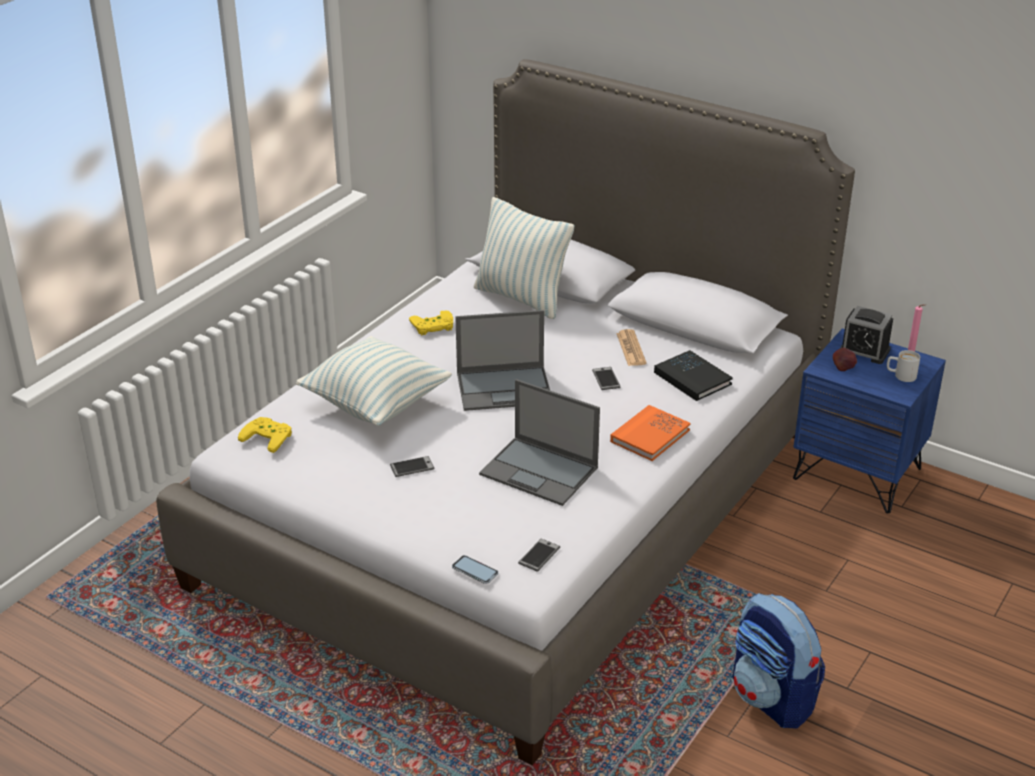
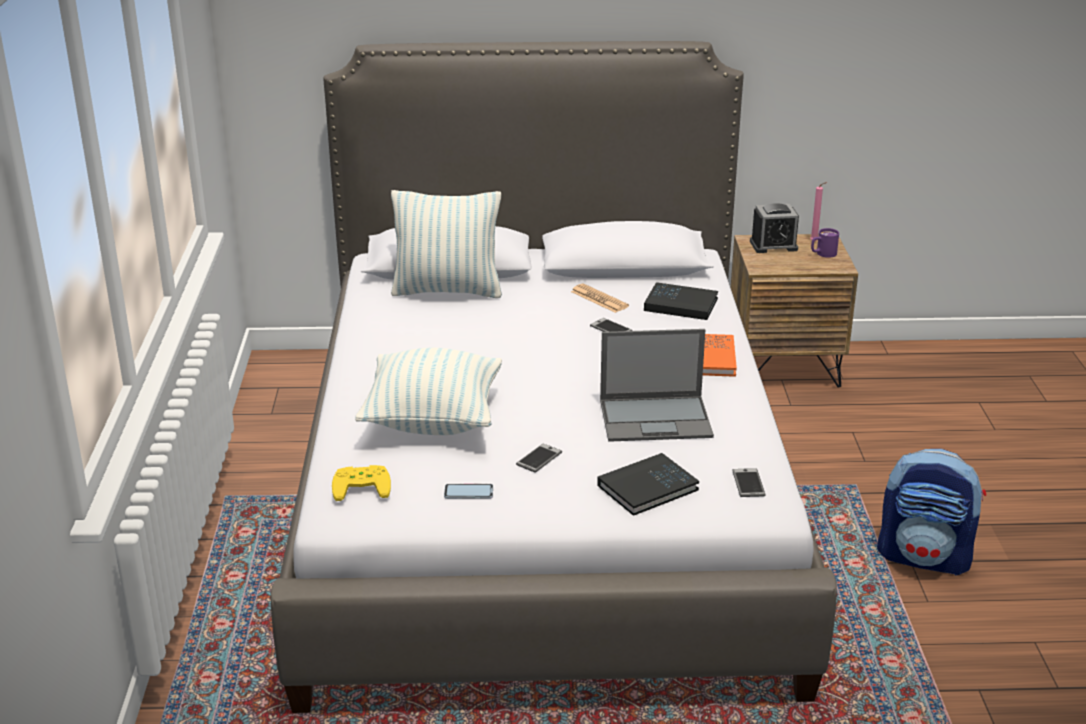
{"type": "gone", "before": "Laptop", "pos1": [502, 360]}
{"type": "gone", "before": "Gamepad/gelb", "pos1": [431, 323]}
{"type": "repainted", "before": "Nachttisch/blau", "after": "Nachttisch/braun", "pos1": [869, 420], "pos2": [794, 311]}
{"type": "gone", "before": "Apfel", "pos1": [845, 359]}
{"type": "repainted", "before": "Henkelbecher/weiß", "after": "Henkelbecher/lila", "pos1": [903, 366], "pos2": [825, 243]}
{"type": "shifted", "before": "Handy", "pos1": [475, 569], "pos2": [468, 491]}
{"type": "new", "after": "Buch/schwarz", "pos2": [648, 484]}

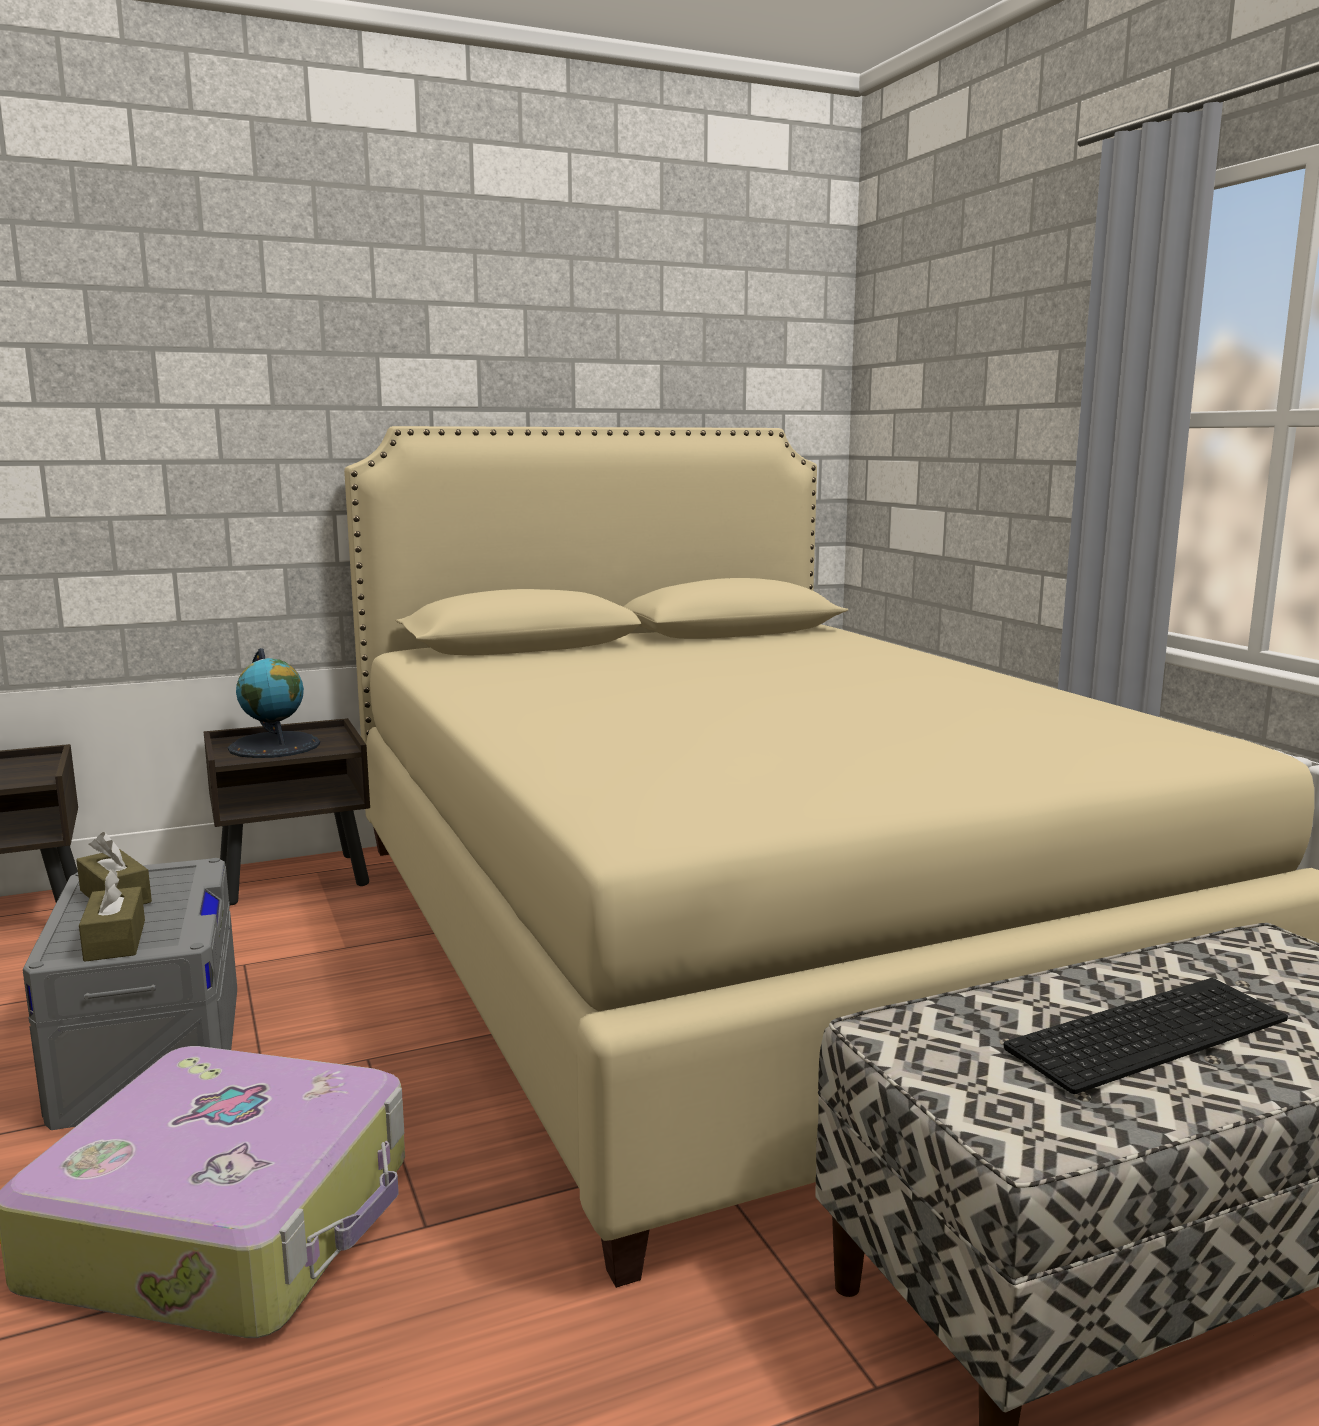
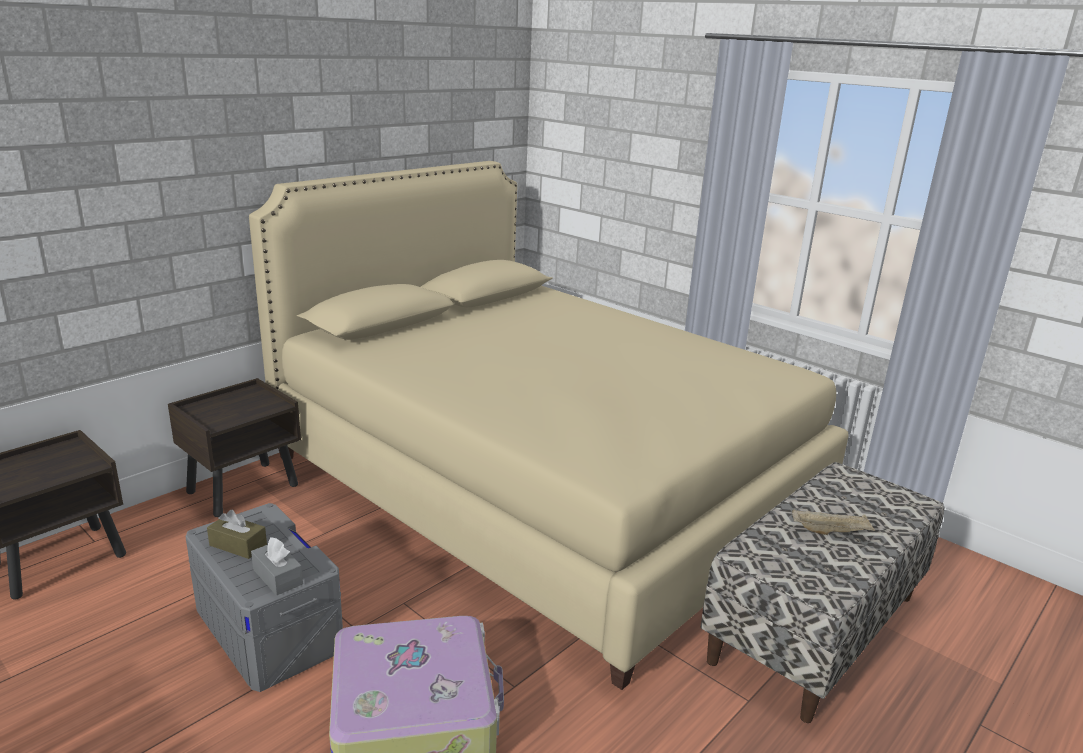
{"type": "gone", "before": "Globus", "pos1": [274, 703]}
{"type": "repainted", "before": "Taschentuchbox/braun", "after": "Taschentuchbox/grau", "pos1": [112, 915], "pos2": [277, 566]}
{"type": "swapped", "before": "Tastatur", "after": "Tablett/beige", "pos1": [1146, 1036], "pos2": [834, 522]}

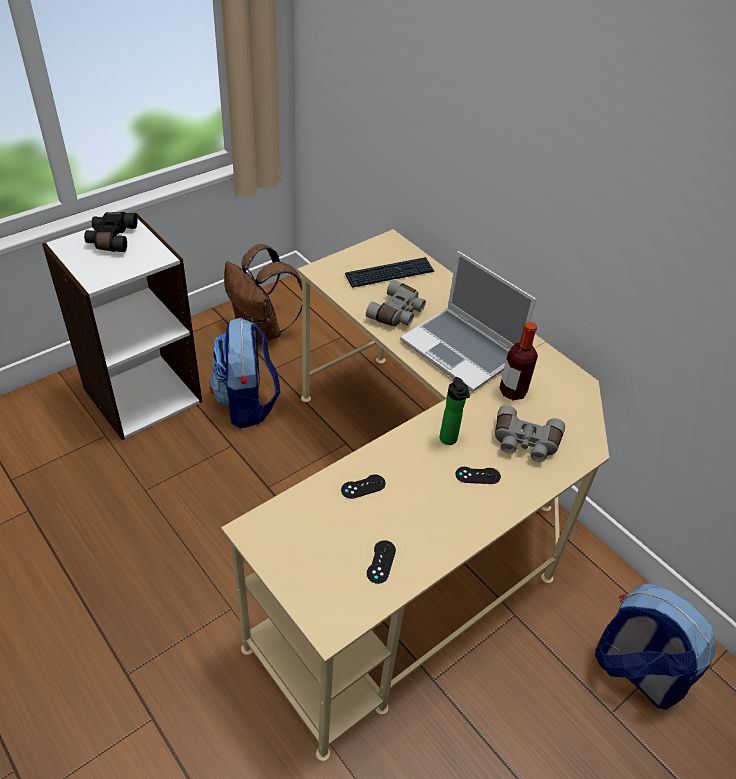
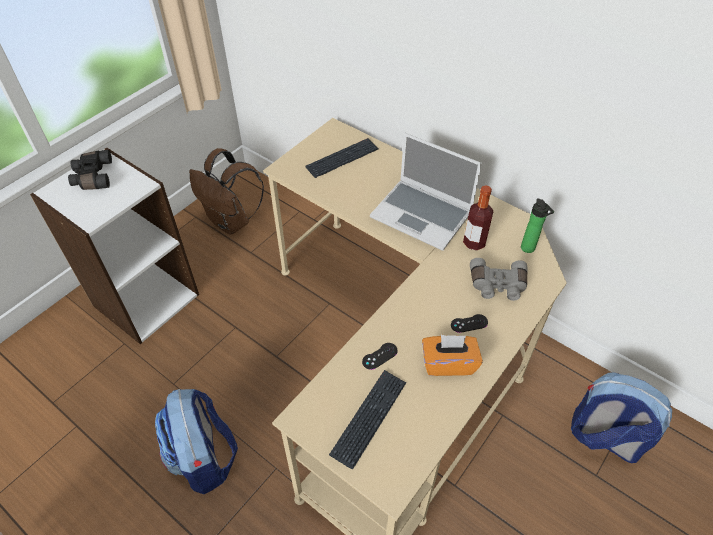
{"type": "gone", "before": "Fernglas/grau", "pos1": [396, 303]}
{"type": "shifted", "before": "Rucksack", "pos1": [245, 373], "pos2": [196, 441]}
{"type": "shifted", "before": "Flasche", "pos1": [455, 411], "pos2": [537, 225]}
{"type": "gone", "before": "Gamepad/schwarz", "pos1": [381, 562]}
{"type": "new", "after": "Taschentuchbox/orange", "pos2": [452, 355]}
{"type": "new", "after": "Tastatur", "pos2": [367, 419]}

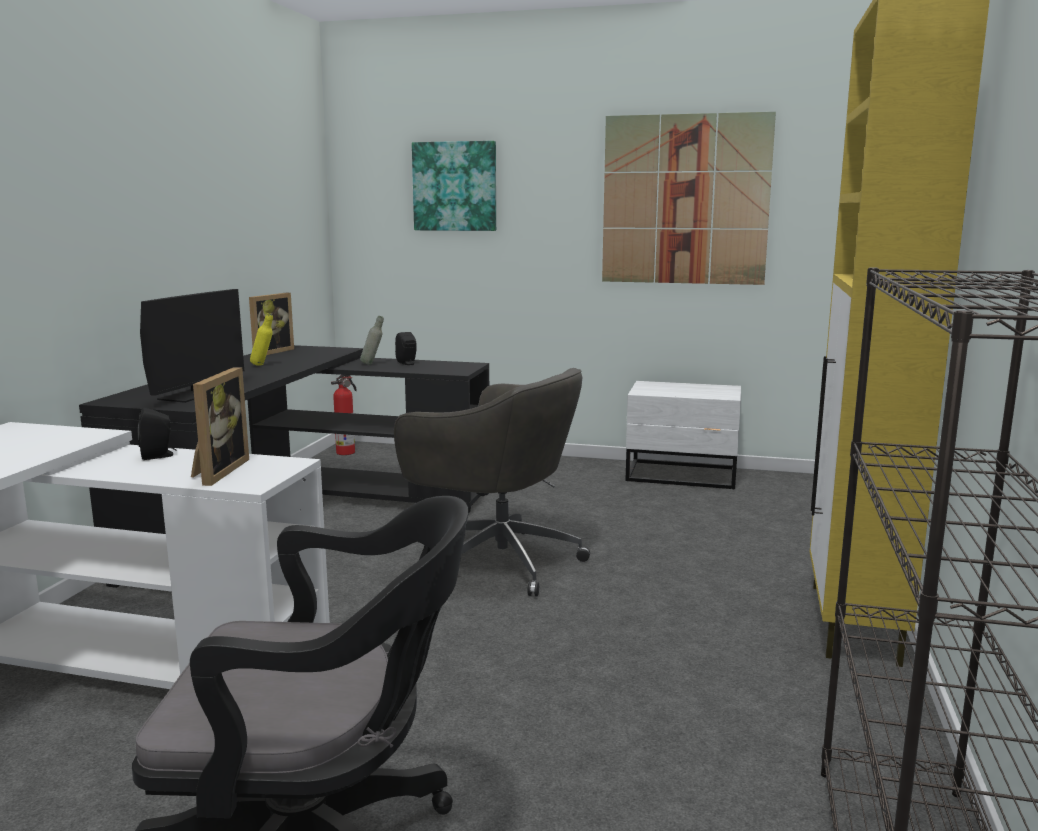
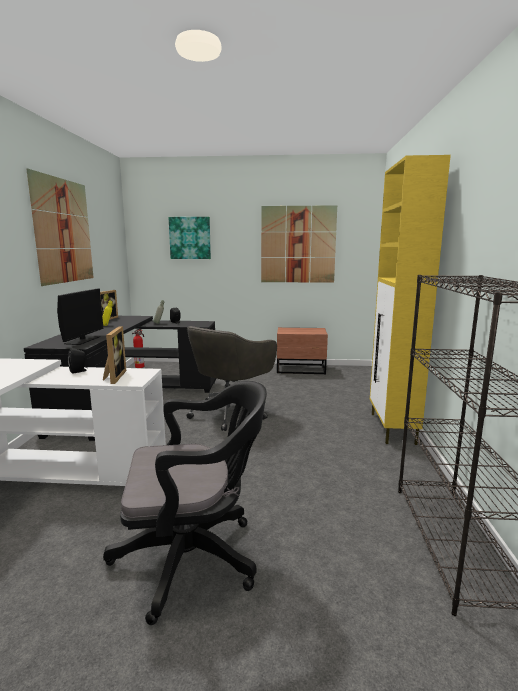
{"type": "rotated", "before": "Bürostuhl/grau", "pos1": [492, 482], "pos2": [231, 378], "turn": 105}
{"type": "repainted", "before": "Nachttisch/weiß", "after": "Nachttisch/braun", "pos1": [683, 435], "pos2": [302, 350]}
{"type": "new", "after": "Bild", "pos2": [60, 227]}

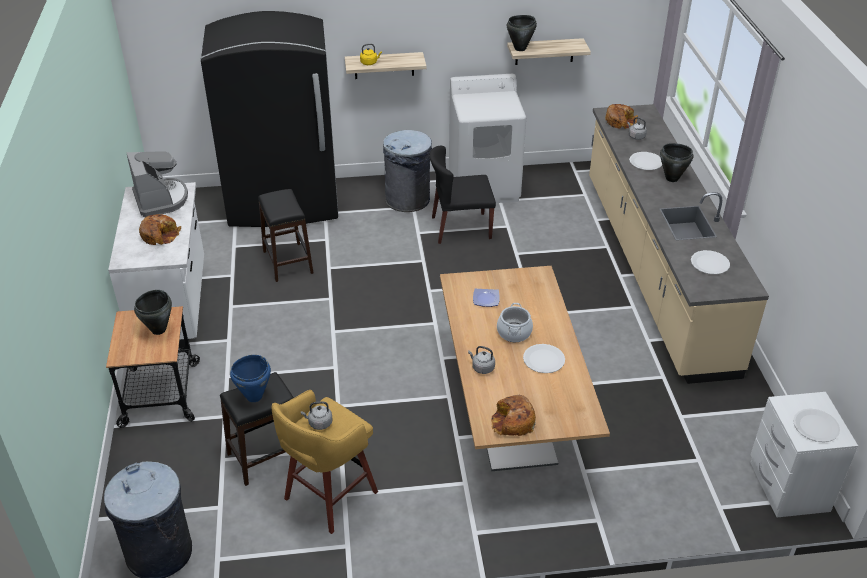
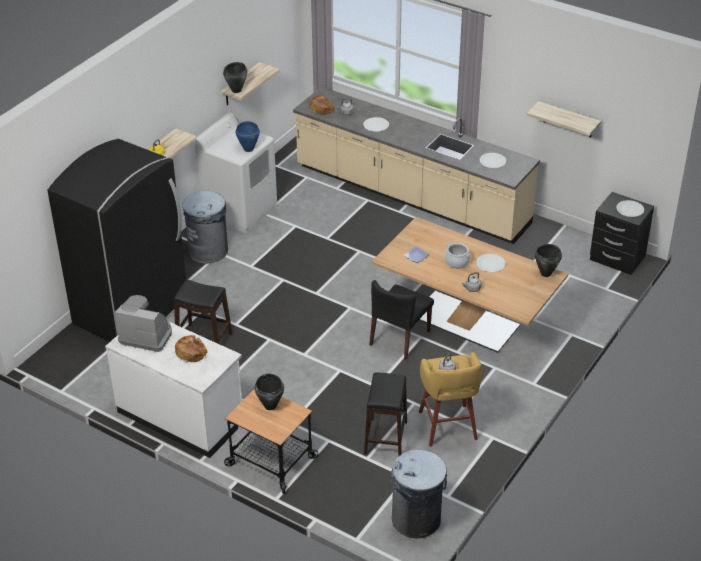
{"type": "shifted", "before": "Kochtopf/schwarz", "pos1": [676, 162], "pos2": [548, 260]}
{"type": "shifted", "before": "Stuhl/schwarz", "pos1": [462, 195], "pos2": [401, 320]}
{"type": "shifted", "before": "Kochtopf/blau", "pos1": [250, 378], "pos2": [248, 136]}
{"type": "repainted", "before": "Nachttisch/weiß", "after": "Nachttisch/schwarz", "pos1": [804, 455], "pos2": [622, 233]}
{"type": "gone", "before": "Brot", "pos1": [513, 415]}
{"type": "new", "after": "Wandregal", "pos2": [563, 119]}

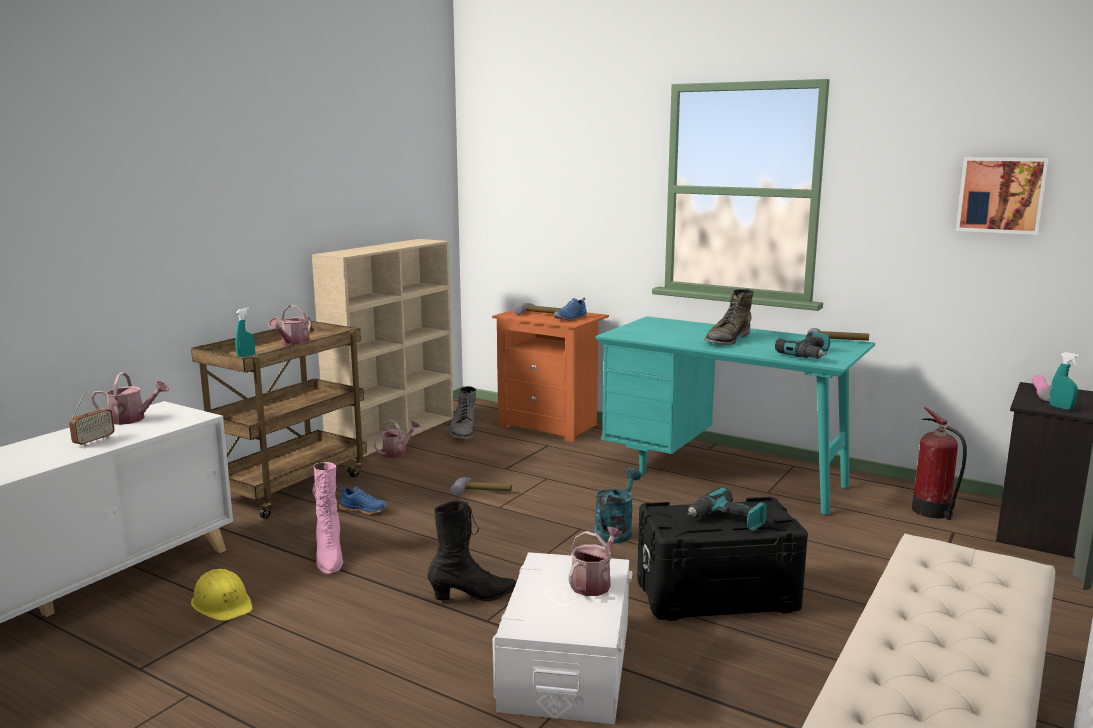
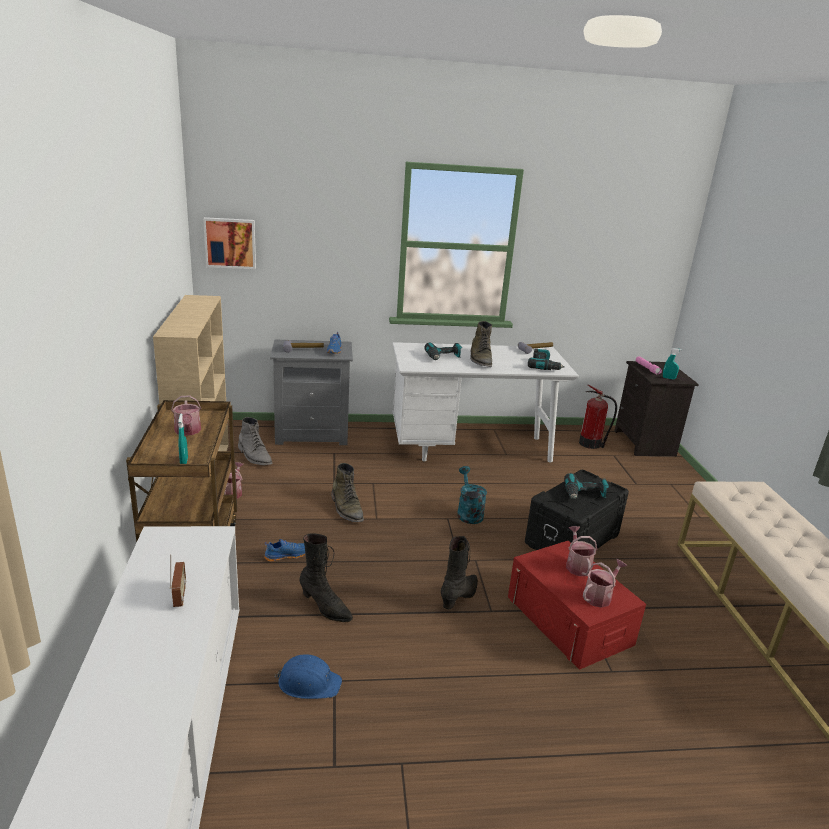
{"type": "shifted", "before": "Bild", "pos1": [1002, 196], "pos2": [229, 243]}
{"type": "repainted", "before": "Nachttisch/orange", "after": "Nachttisch/grau", "pos1": [550, 376], "pos2": [311, 392]}
{"type": "repainted", "before": "Schreibtisch/türkis", "after": "Schreibtisch/weiß", "pos1": [735, 415], "pos2": [486, 402]}
{"type": "shifted", "before": "Gießkanne", "pos1": [130, 398], "pos2": [605, 583]}
{"type": "repainted", "before": "Stiefel/rosa", "after": "Stiefel/schwarz", "pos1": [327, 518], "pos2": [326, 577]}
{"type": "swapped", "before": "Hammer", "after": "Stiefel/grün", "pos1": [481, 486], "pos2": [347, 492]}
{"type": "repainted", "before": "Aufbewahrungsbox/weiß", "after": "Aufbewahrungsbox/rot", "pos1": [562, 638], "pos2": [577, 605]}
{"type": "repainted", "before": "Schutzhelm/gelb", "after": "Schutzhelm/blau", "pos1": [221, 595], "pos2": [308, 676]}
{"type": "new", "after": "Bohrmaschine", "pos2": [443, 351]}

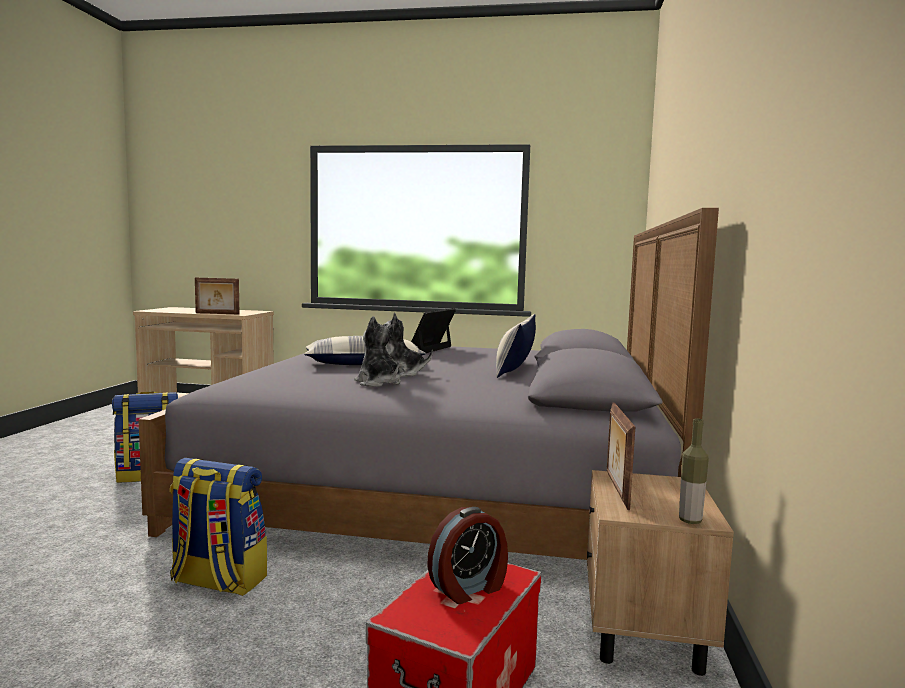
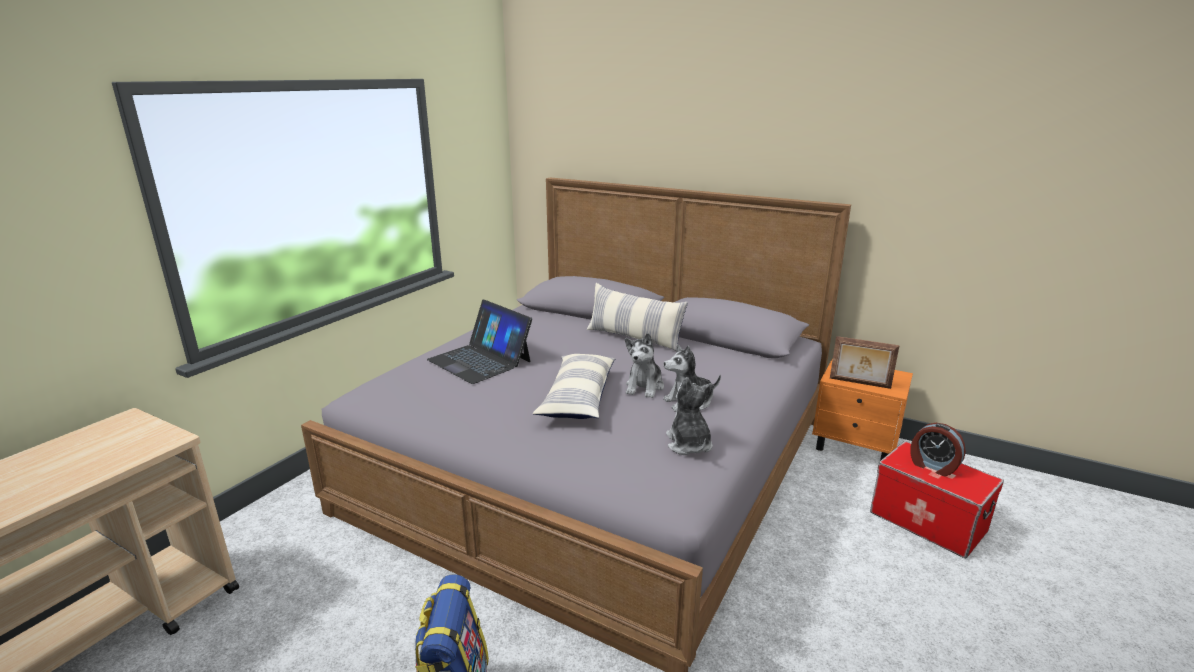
{"type": "gone", "before": "Bilderrahmen", "pos1": [217, 296]}
{"type": "gone", "before": "Flasche", "pos1": [694, 471]}
{"type": "gone", "before": "Rucksack", "pos1": [218, 527]}
{"type": "repainted", "before": "Nachttisch/beige", "after": "Nachttisch/orange", "pos1": [660, 573], "pos2": [862, 409]}
{"type": "rotated", "before": "Wecker", "pos1": [467, 555], "pos2": [938, 450], "turn": 150}
{"type": "new", "after": "Plüschtier", "pos2": [689, 416]}

